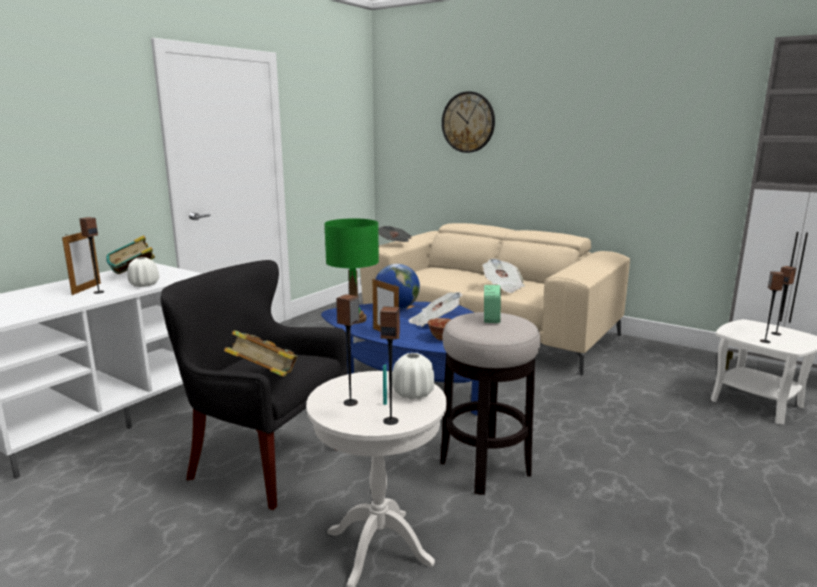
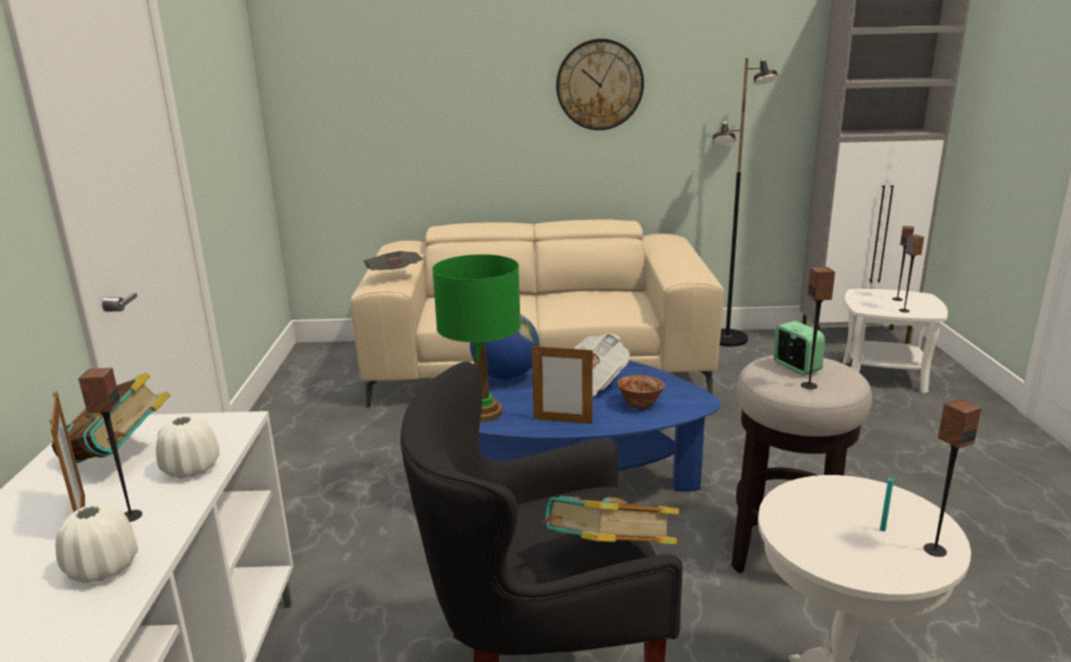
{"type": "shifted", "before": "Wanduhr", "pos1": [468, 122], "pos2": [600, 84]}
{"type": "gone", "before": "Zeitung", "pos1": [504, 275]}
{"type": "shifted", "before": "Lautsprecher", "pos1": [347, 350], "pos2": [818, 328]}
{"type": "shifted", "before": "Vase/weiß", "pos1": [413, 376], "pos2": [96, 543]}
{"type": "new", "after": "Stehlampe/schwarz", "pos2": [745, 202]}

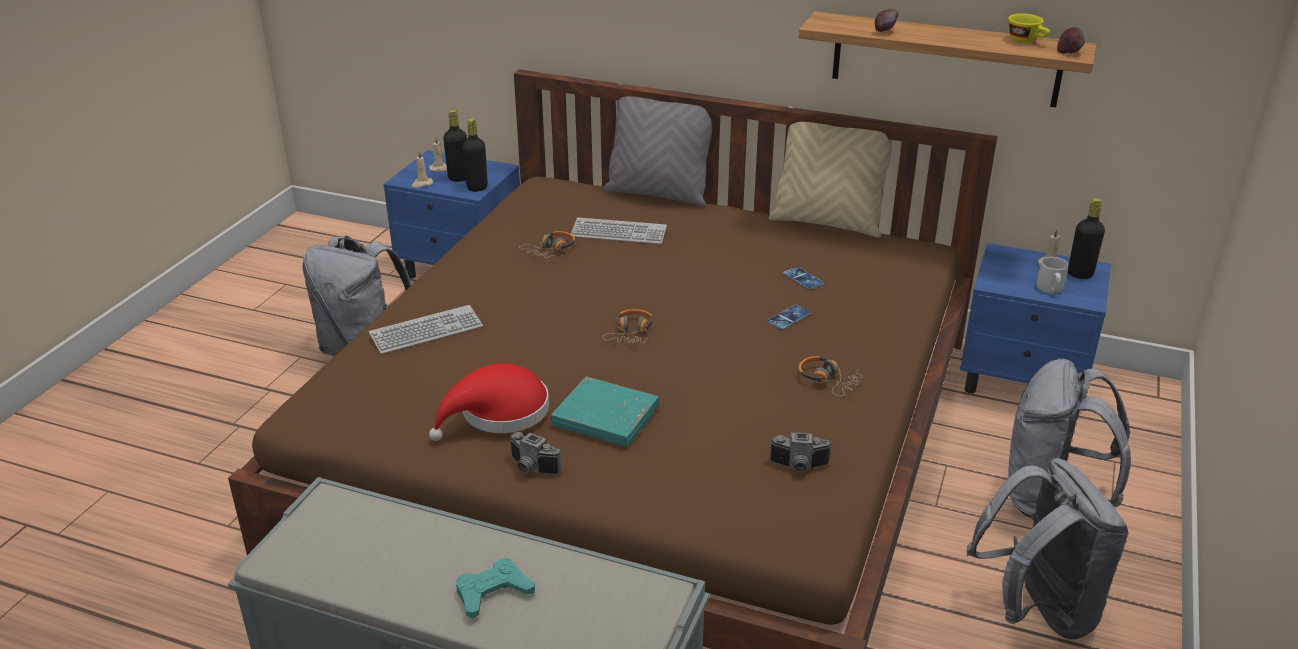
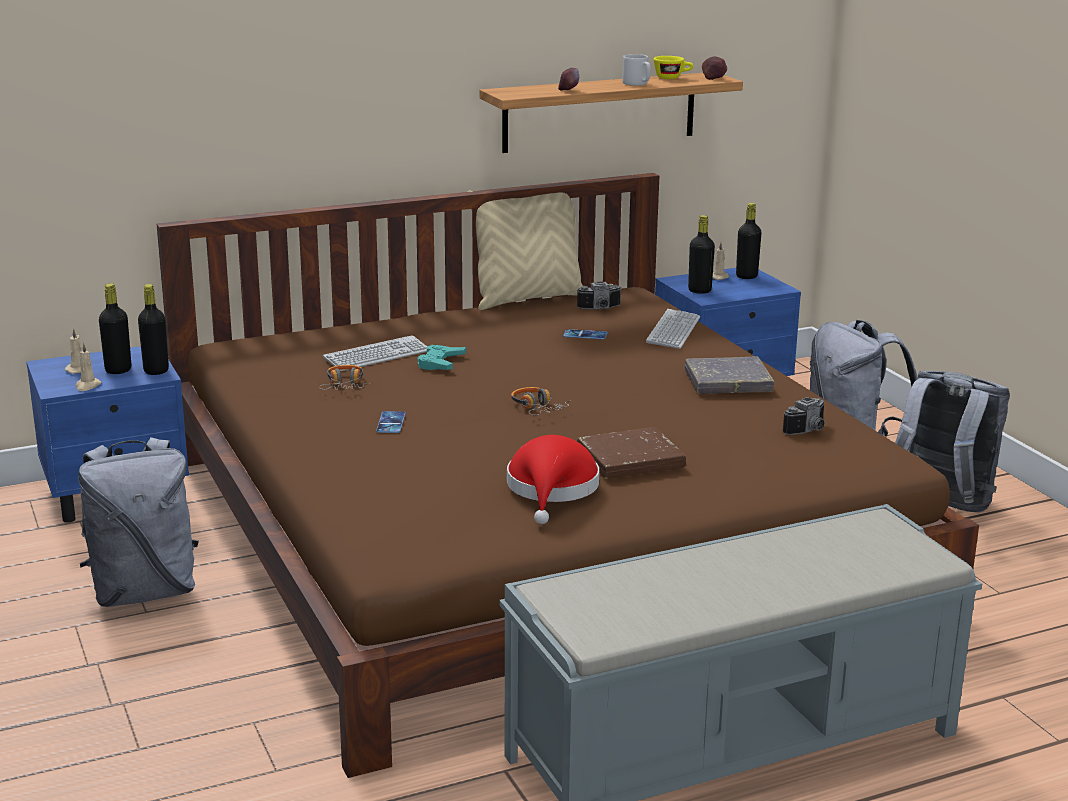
{"type": "gone", "before": "Kissen/grau", "pos1": [657, 144]}
{"type": "shifted", "before": "Henkelbecher/grau", "pos1": [1052, 275], "pos2": [636, 70]}
{"type": "shifted", "before": "Tastatur", "pos1": [426, 329], "pos2": [673, 329]}
{"type": "shifted", "before": "Handy", "pos1": [789, 317], "pos2": [391, 422]}
{"type": "swapped", "before": "Kopfhörer", "after": "Buch/grau", "pos1": [830, 376], "pos2": [729, 375]}
{"type": "repainted", "before": "Buch/türkis", "after": "Buch/braun", "pos1": [605, 411], "pos2": [631, 453]}
{"type": "shifted", "before": "Kamera", "pos1": [536, 453], "pos2": [599, 296]}
{"type": "shifted", "before": "Gamepad/türkis", "pos1": [495, 588], "pos2": [441, 357]}
{"type": "new", "after": "Flasche/schwarz", "pos2": [701, 254]}

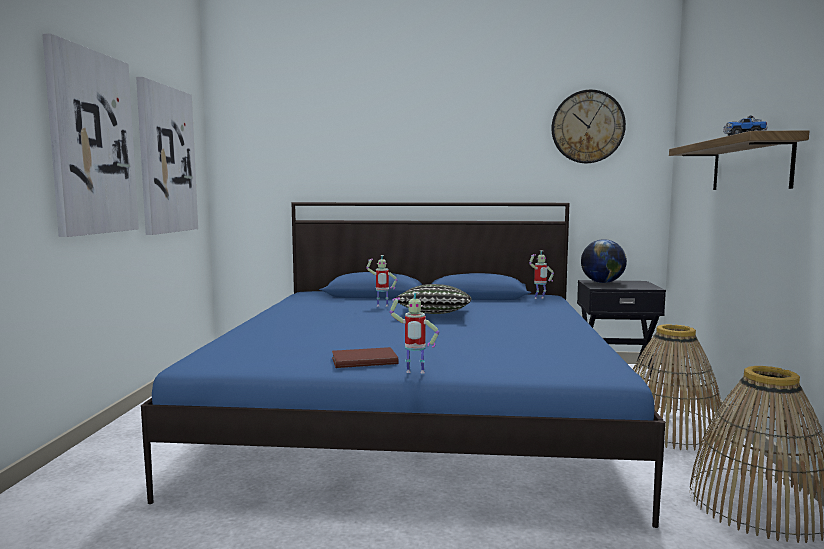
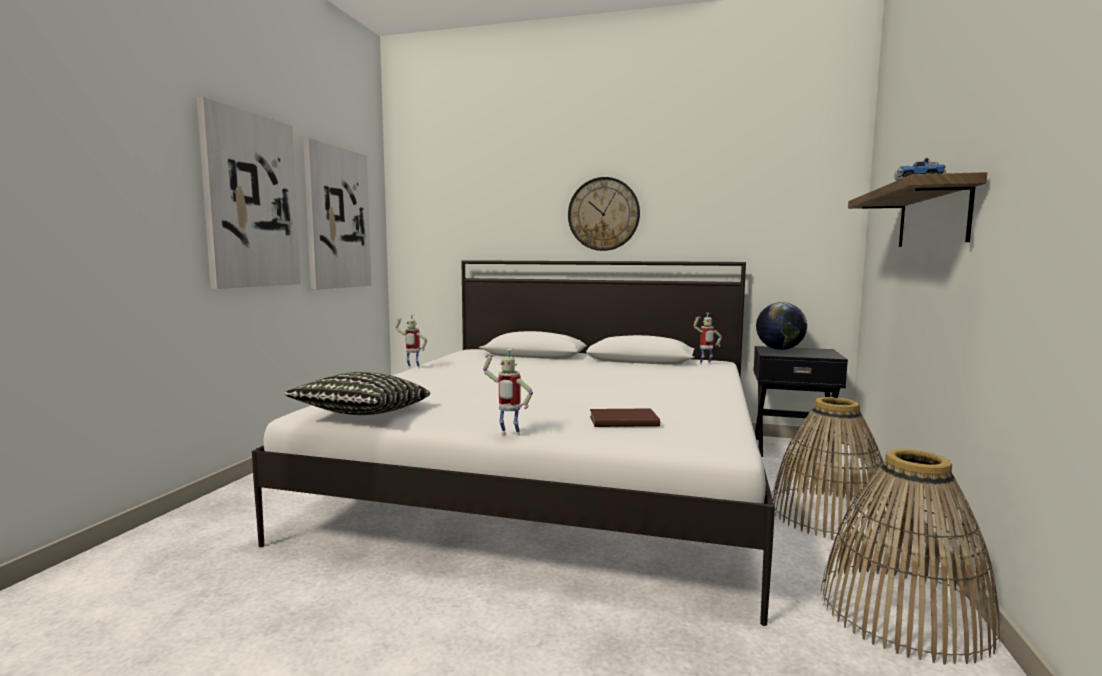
{"type": "shifted", "before": "Wanduhr", "pos1": [589, 126], "pos2": [604, 214]}
{"type": "repainted", "before": "Bett/blau", "after": "Bett/weiß", "pos1": [403, 365], "pos2": [513, 443]}
{"type": "shifted", "before": "Spielzeugroboter", "pos1": [382, 281], "pos2": [411, 341]}
{"type": "shifted", "before": "Kissen", "pos1": [433, 299], "pos2": [357, 393]}
{"type": "shifted", "before": "Buch/braun", "pos1": [365, 357], "pos2": [625, 417]}

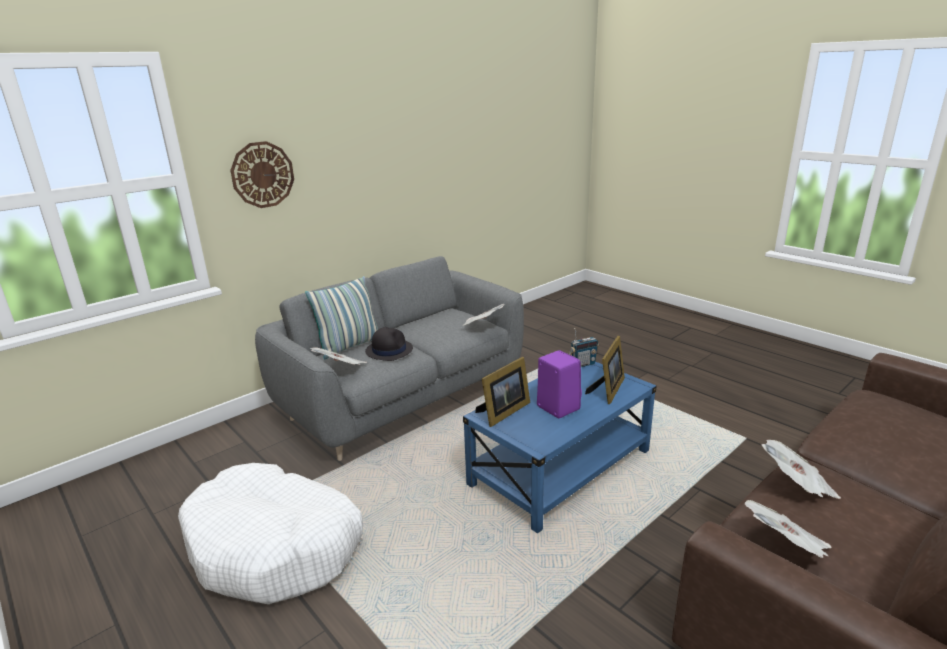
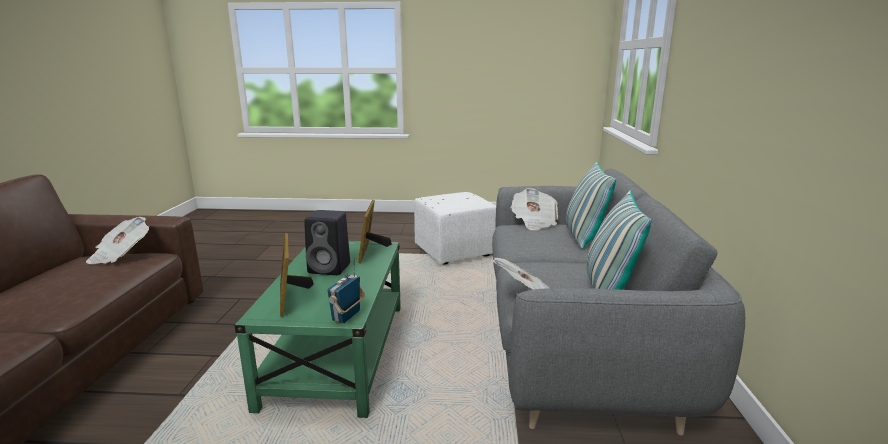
{"type": "gone", "before": "Wanduhr", "pos1": [262, 174]}
{"type": "gone", "before": "Hut/schwarz", "pos1": [389, 344]}
{"type": "repainted", "before": "Lautsprecher/lila", "after": "Lautsprecher/schwarz", "pos1": [559, 384], "pos2": [327, 242]}
{"type": "repainted", "before": "Couchtisch/blau", "after": "Couchtisch/grün", "pos1": [559, 447], "pos2": [317, 329]}
{"type": "gone", "before": "Zeitung", "pos1": [801, 469]}
{"type": "swapped", "before": "Hundebett/weiß", "after": "Polsterhocker/weiß", "pos1": [270, 533], "pos2": [455, 228]}
{"type": "new", "after": "Kissen", "pos2": [619, 240]}

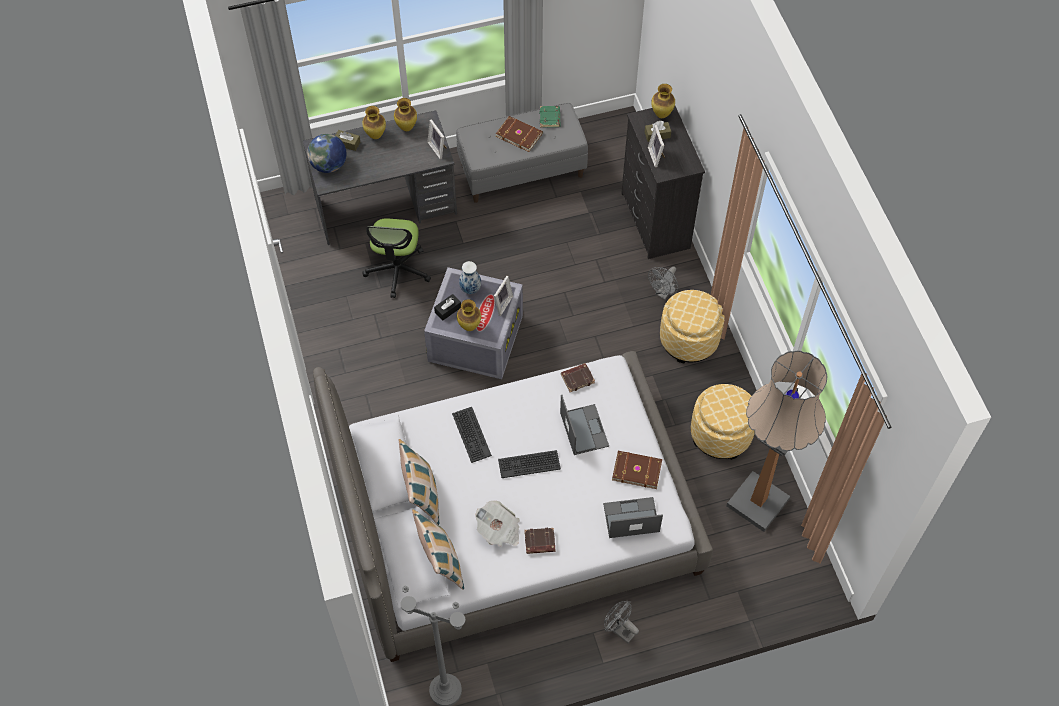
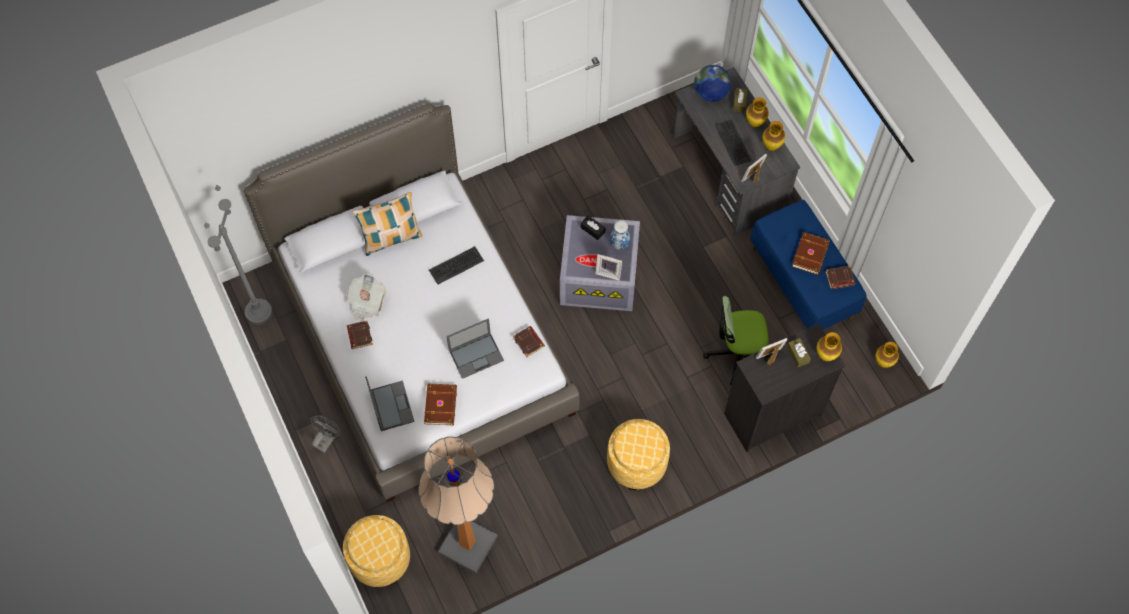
{"type": "repainted", "before": "Bank/grau", "after": "Bank/blau", "pos1": [522, 153], "pos2": [808, 264]}
{"type": "repainted", "before": "Buch/grün", "after": "Buch/braun", "pos1": [550, 116], "pos2": [840, 277]}
{"type": "shifted", "before": "Bürostuhl", "pos1": [396, 258], "pos2": [735, 340]}
{"type": "gone", "before": "Ventilator/grau", "pos1": [663, 283]}
{"type": "shifted", "before": "Vase", "pos1": [469, 315], "pos2": [887, 355]}
{"type": "shifted", "before": "Polsterhocker", "pos1": [723, 422], "pos2": [376, 551]}
{"type": "shifted", "before": "Tastatur", "pos1": [529, 464], "pos2": [733, 143]}
{"type": "gone", "before": "Kissen", "pos1": [438, 549]}

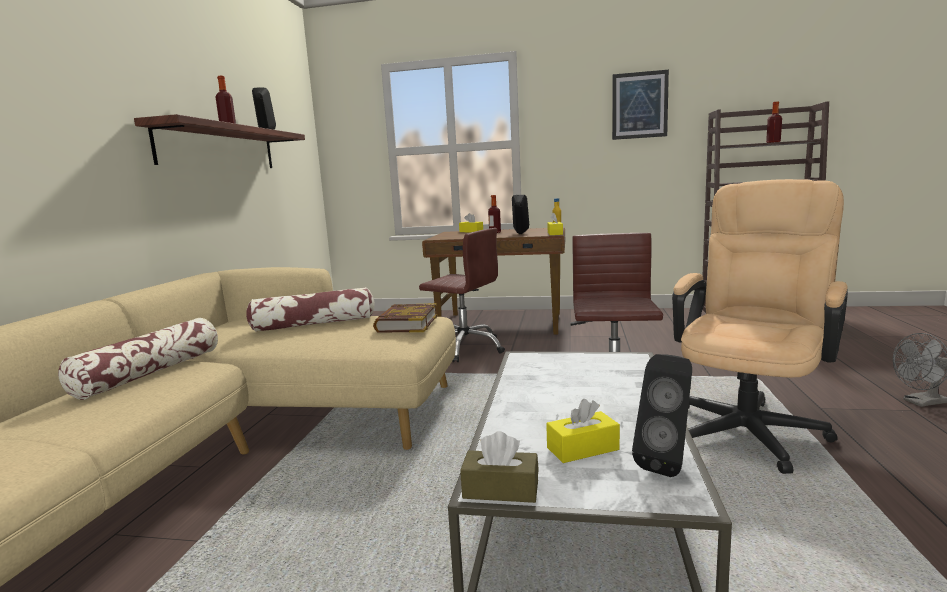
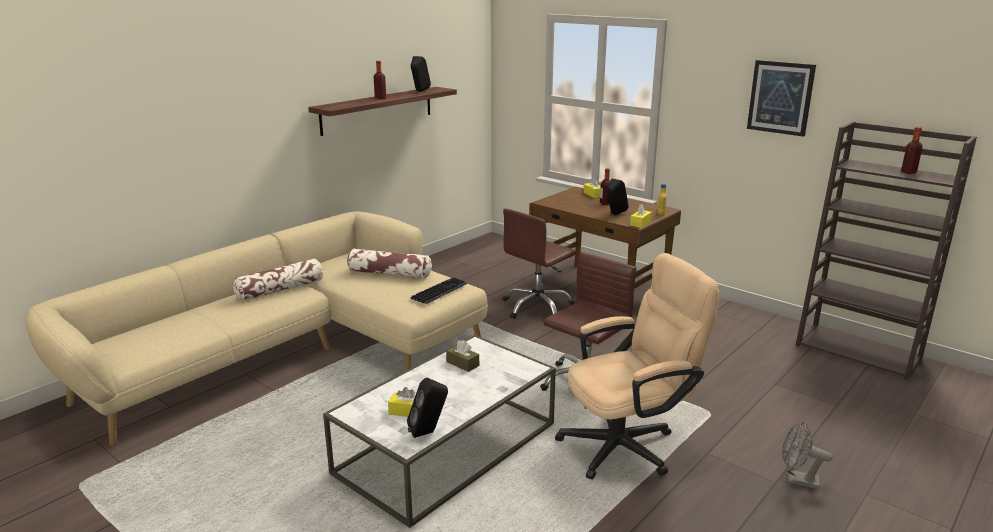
{"type": "rotated", "before": "Bürostuhl/braun", "pos1": [462, 295], "pos2": [539, 263], "turn": 75}
{"type": "swapped", "before": "Buch", "after": "Tastatur", "pos1": [405, 318], "pos2": [439, 291]}
{"type": "shifted", "before": "Taschentuchbox/braun", "pos1": [499, 467], "pos2": [462, 356]}

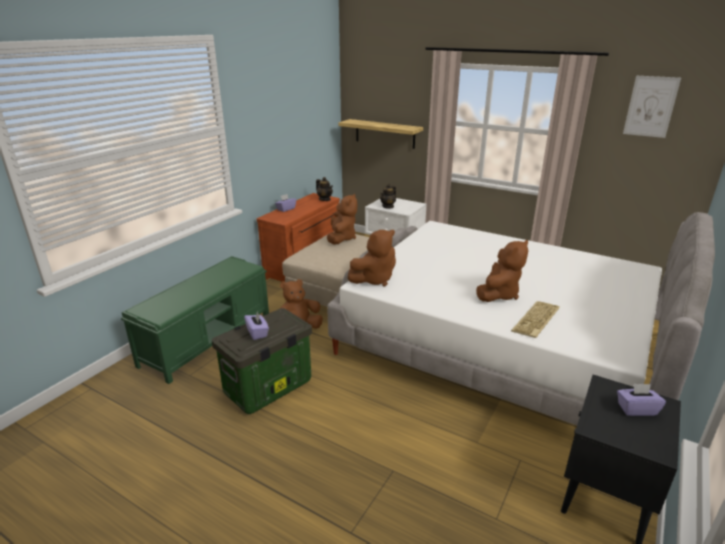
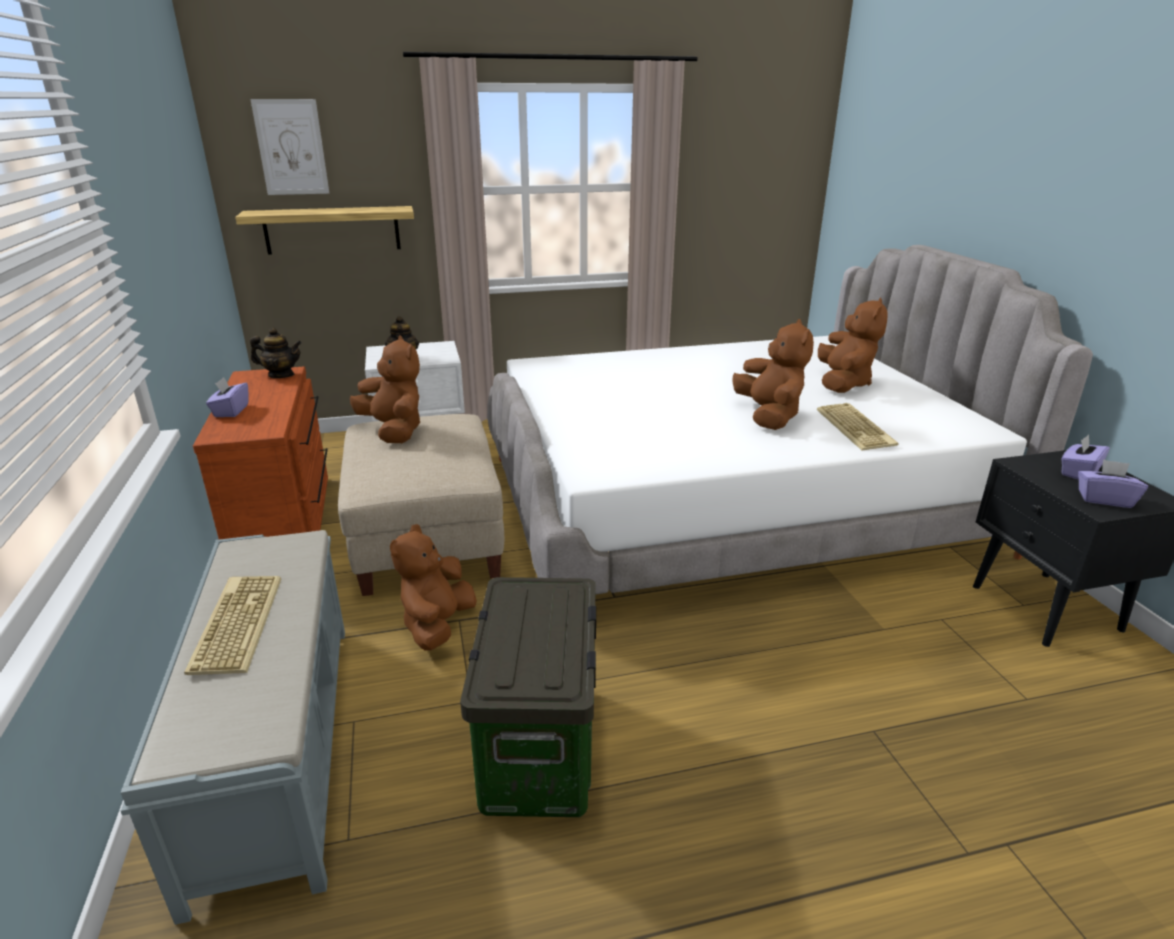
{"type": "shifted", "before": "Bild", "pos1": [652, 107], "pos2": [289, 147]}
{"type": "shifted", "before": "Plüschtier/braun", "pos1": [371, 258], "pos2": [853, 345]}
{"type": "repainted", "before": "Bank/grün", "after": "Bank/grau", "pos1": [195, 320], "pos2": [233, 727]}
{"type": "shifted", "before": "Taschentuchbox/lila", "pos1": [256, 326], "pos2": [1113, 483]}
{"type": "new", "after": "Tastatur", "pos2": [232, 625]}

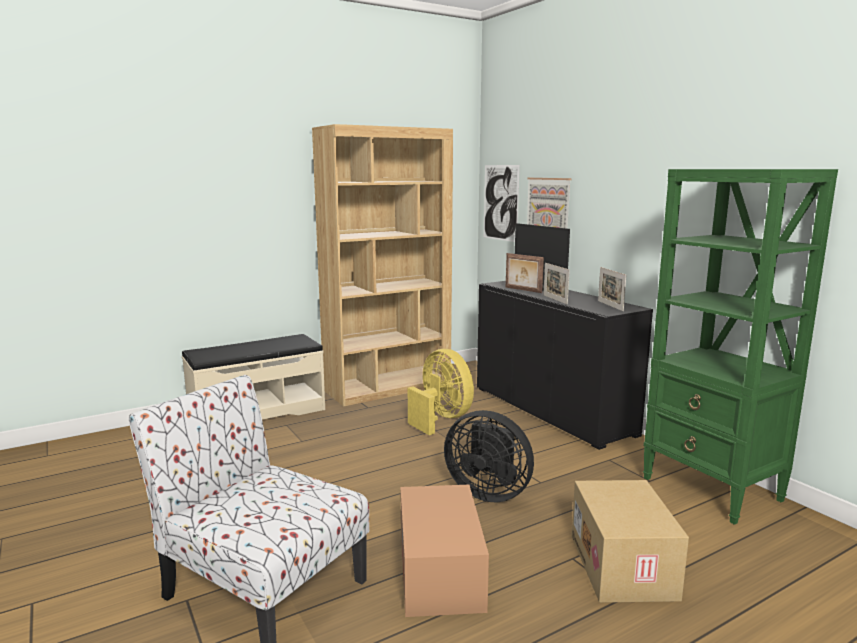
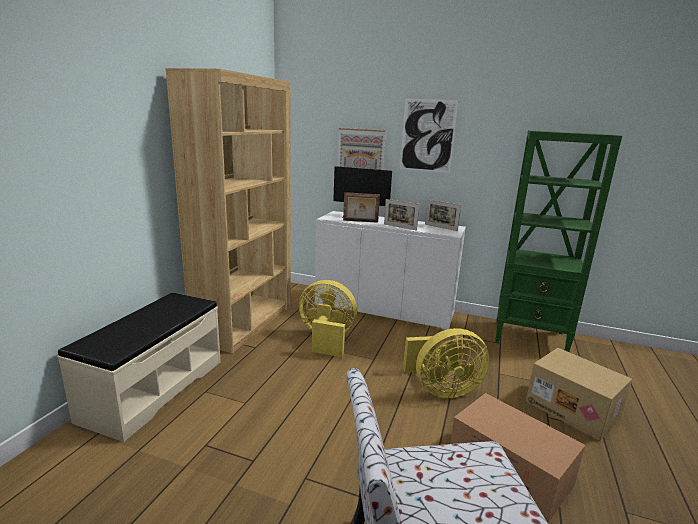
{"type": "shifted", "before": "Bild", "pos1": [502, 203], "pos2": [429, 136]}
{"type": "repainted", "before": "Schrank/schwarz", "after": "Schrank/weiß", "pos1": [565, 365], "pos2": [390, 270]}
{"type": "repainted", "before": "Ventilator/schwarz", "after": "Ventilator/gelb", "pos1": [489, 456], "pos2": [446, 363]}

